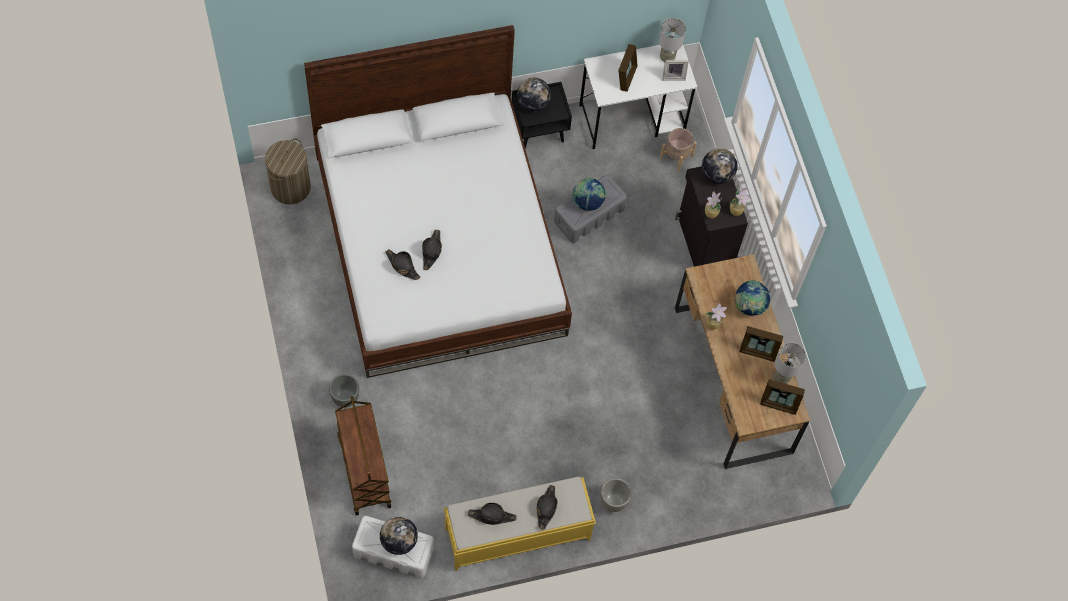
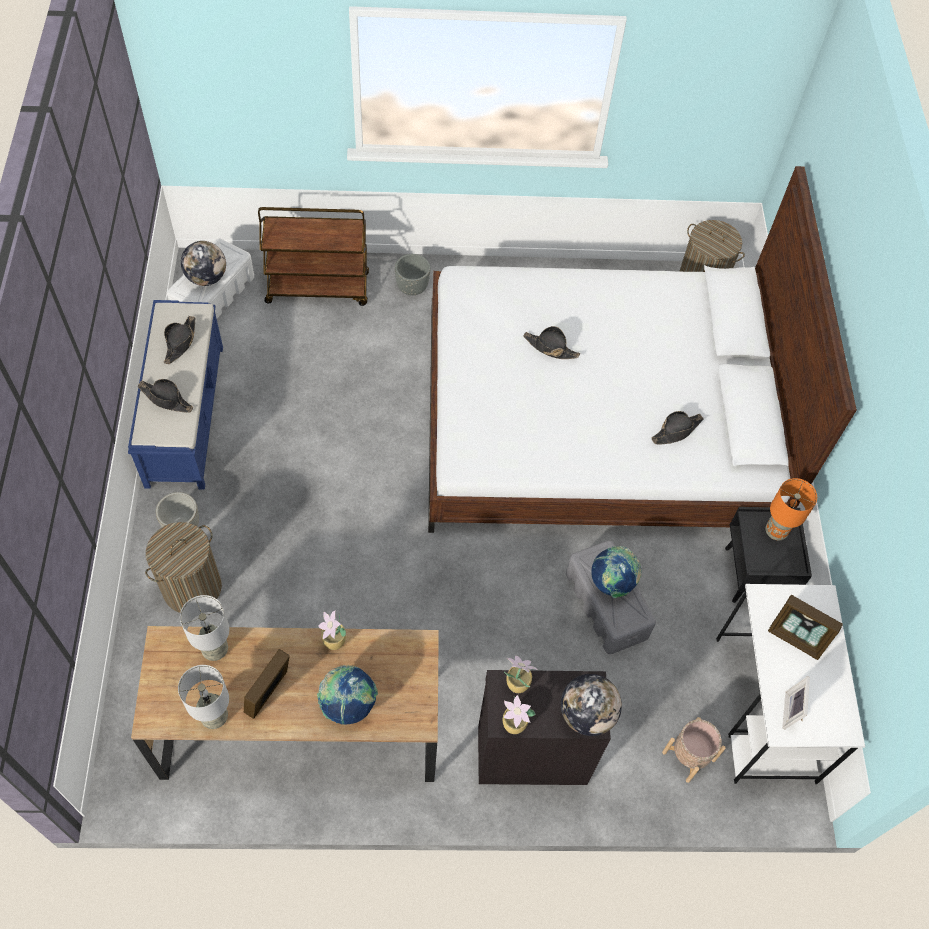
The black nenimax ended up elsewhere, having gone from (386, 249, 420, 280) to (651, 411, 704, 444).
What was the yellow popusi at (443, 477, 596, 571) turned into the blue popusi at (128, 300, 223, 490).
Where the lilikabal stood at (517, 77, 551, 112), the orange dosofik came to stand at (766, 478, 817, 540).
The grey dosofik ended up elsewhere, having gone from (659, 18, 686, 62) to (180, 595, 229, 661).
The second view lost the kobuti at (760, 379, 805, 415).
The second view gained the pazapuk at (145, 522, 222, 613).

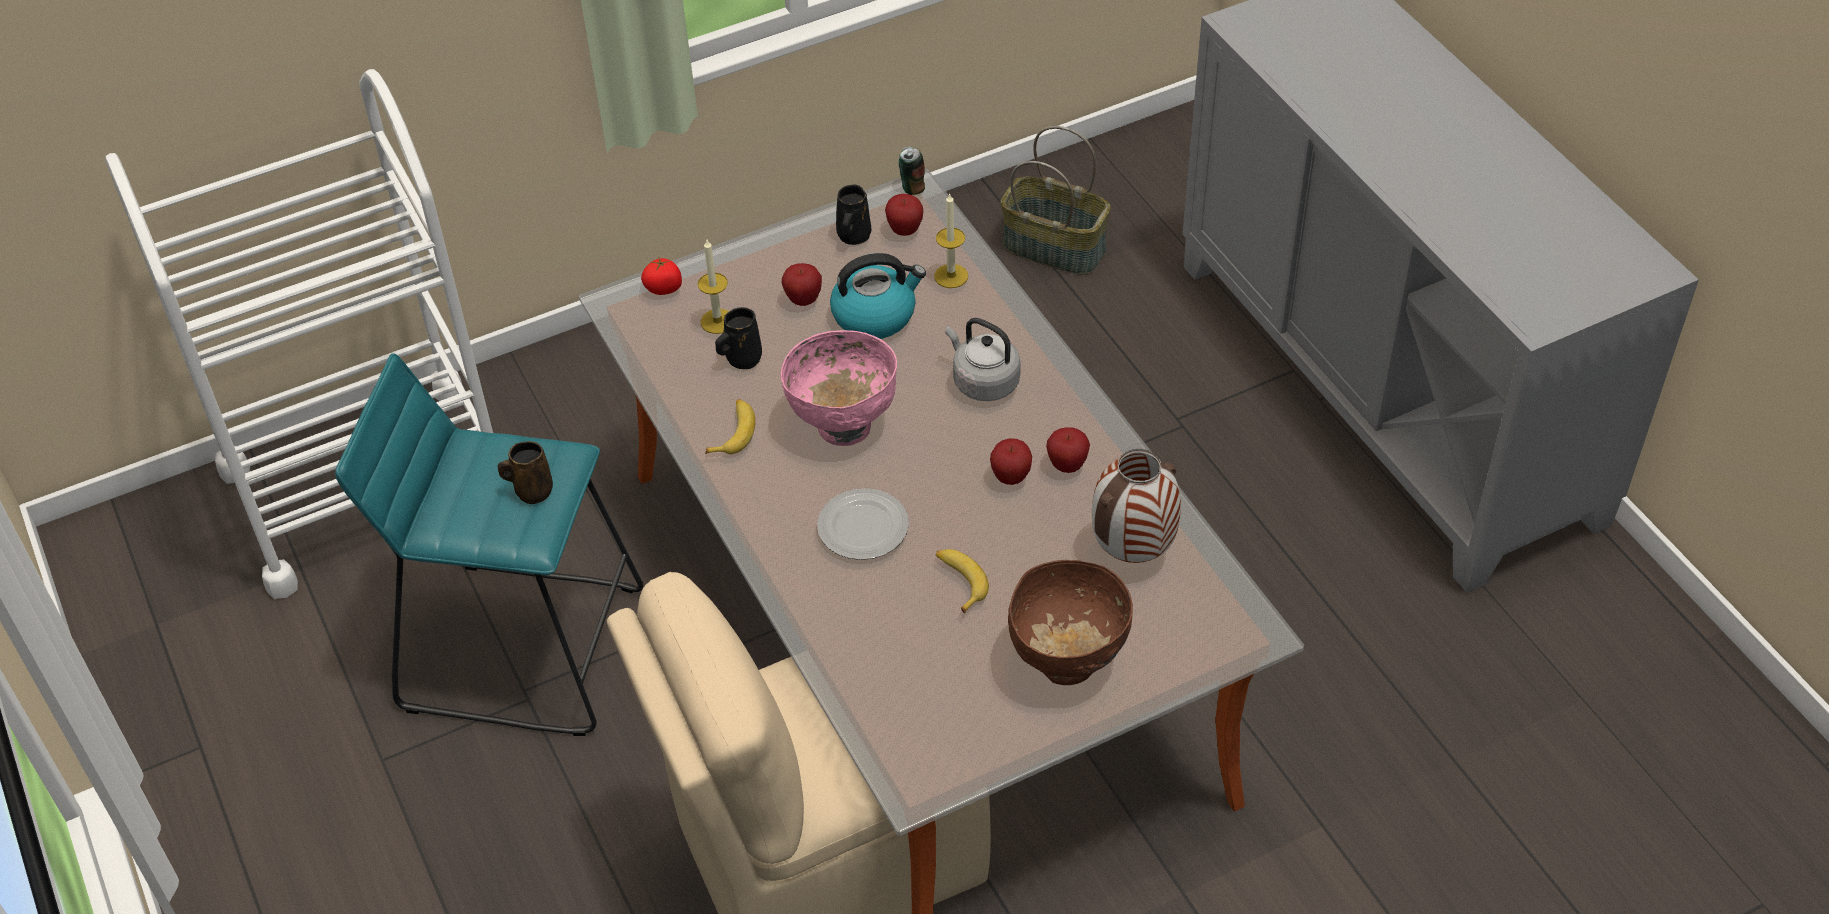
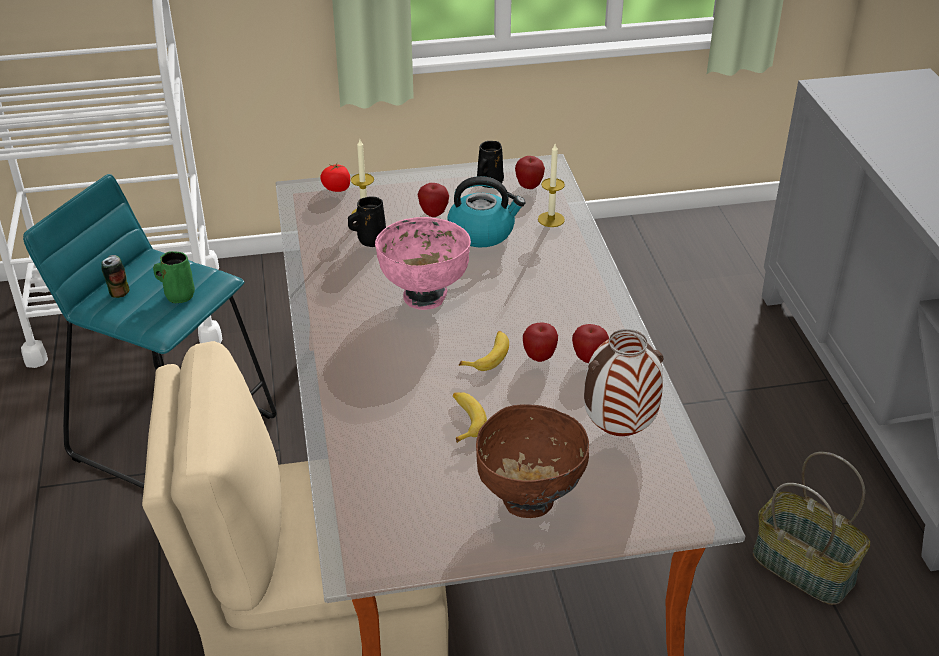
What was the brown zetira at (498, 441, 553, 504) turned into the green zetira at (153, 251, 195, 303).
The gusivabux ended up elsewhere, having gone from (705, 399, 755, 454) to (459, 331, 509, 371).
The second view lost the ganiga at (817, 488, 909, 560).
The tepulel ended up elsewhere, having gone from (899, 146, 925, 195) to (101, 255, 130, 298).
The second view lost the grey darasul at (945, 318, 1021, 401).
The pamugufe ended up elsewhere, having gone from (1001, 126, 1111, 275) to (753, 452, 870, 605).

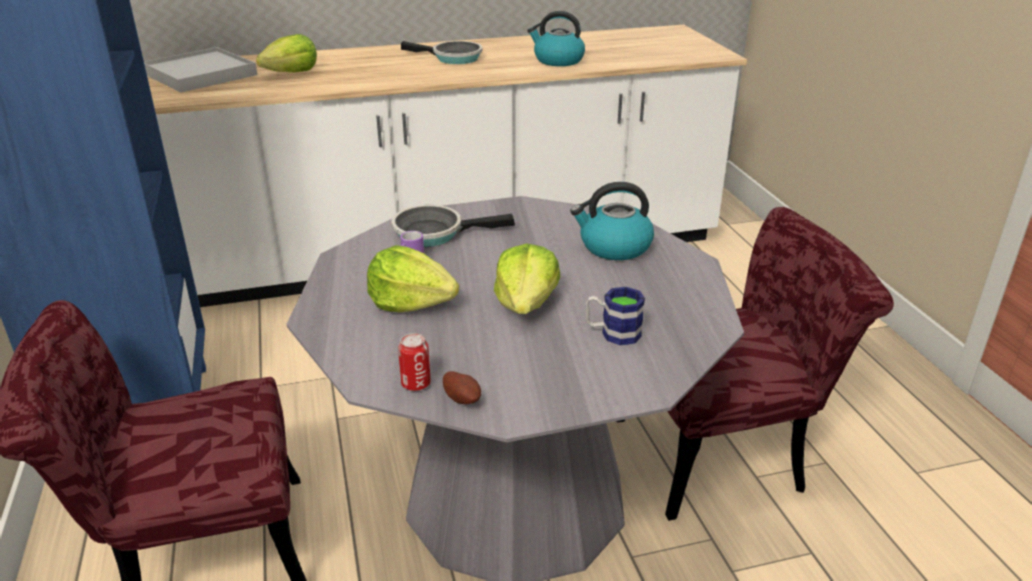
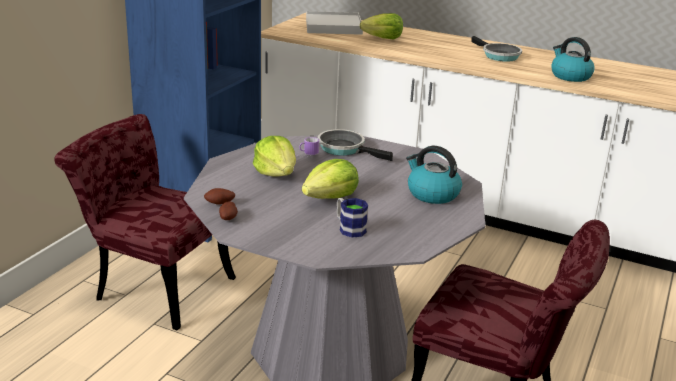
Where the tepulel stood at (398, 333, 431, 391), the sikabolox came to stand at (204, 188, 235, 205).

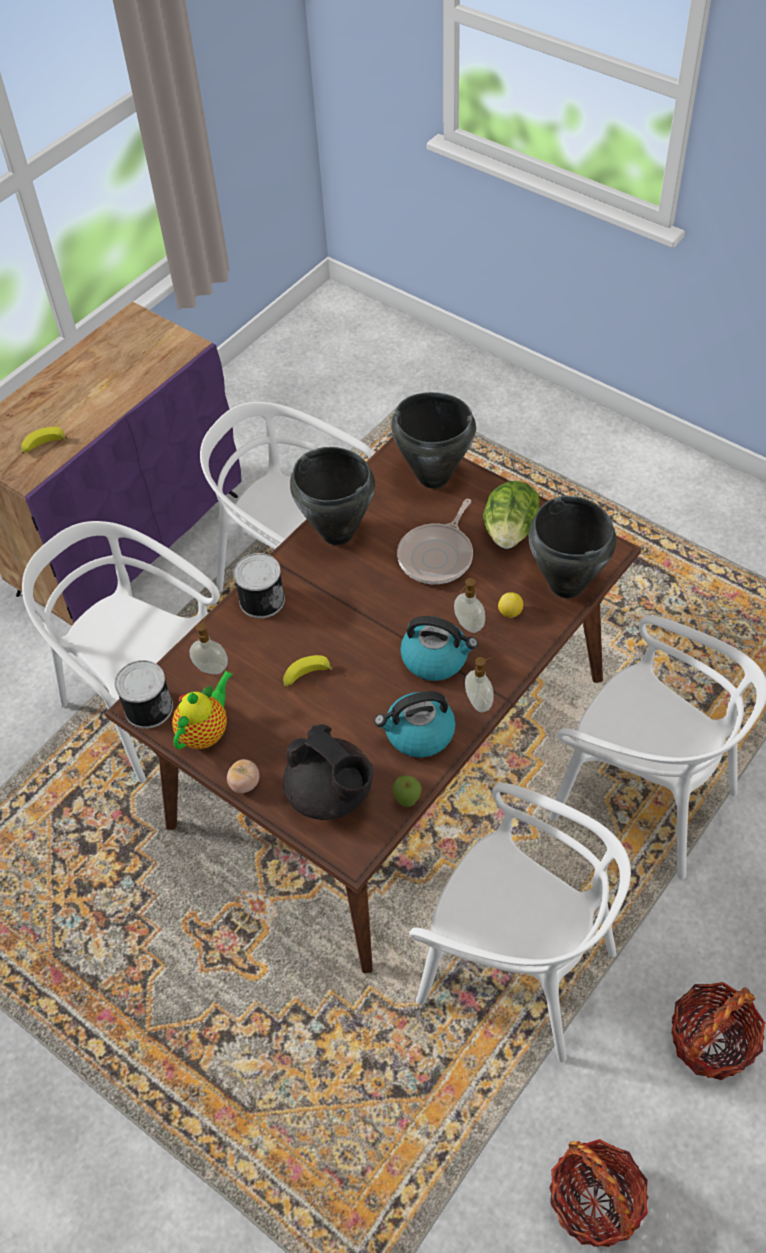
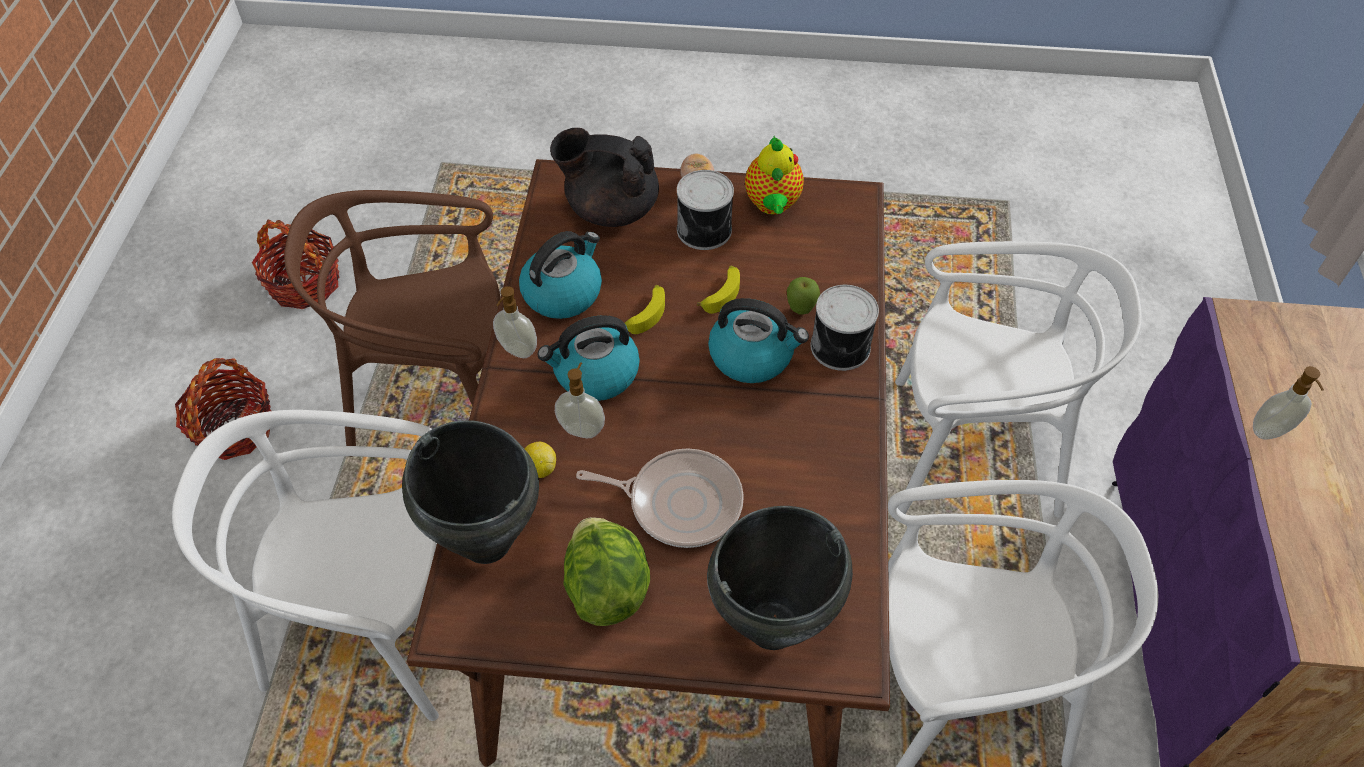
The gusivabux ended up elsewhere, having gone from (21, 427, 67, 453) to (625, 285, 665, 334).
The tepulel ended up elsewhere, having gone from (115, 660, 173, 729) to (677, 170, 734, 250).
The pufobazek ended up elsewhere, having gone from (189, 618, 228, 674) to (1253, 366, 1324, 439).
The second view lost the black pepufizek at (290, 447, 375, 545).
The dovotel ended up elsewhere, having gone from (392, 775, 422, 807) to (787, 277, 820, 315).
The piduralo at (397, 499, 473, 584) ended up facing another way, 105 degrees clockwise from before.
What was the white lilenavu at (409, 783, 631, 1062) turned into the brown lilenavu at (284, 190, 500, 457).
The second view gained the darasul at (708, 298, 809, 383).

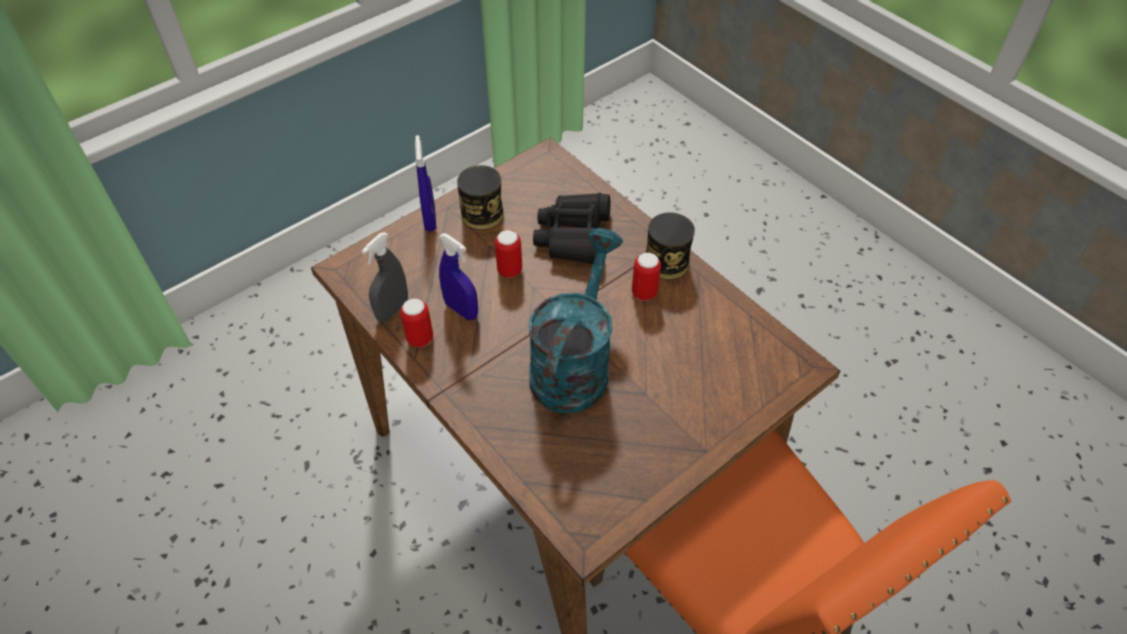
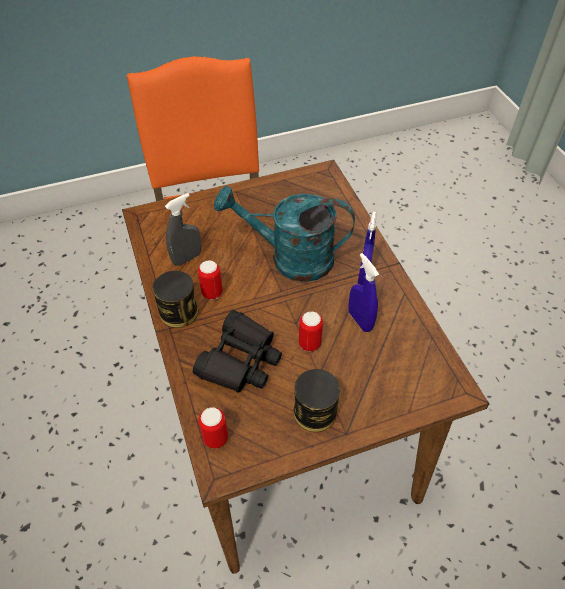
The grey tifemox ended up elsewhere, having gone from (362, 232, 408, 323) to (165, 193, 201, 266).
The tepulel ended up elsewhere, having gone from (400, 298, 433, 347) to (199, 407, 228, 449).
The blue tifemox ended up elsewhere, having gone from (415, 135, 436, 231) to (358, 211, 377, 285).
The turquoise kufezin at (529, 228, 623, 413) ended up facing another way, 60 degrees clockwise from before.

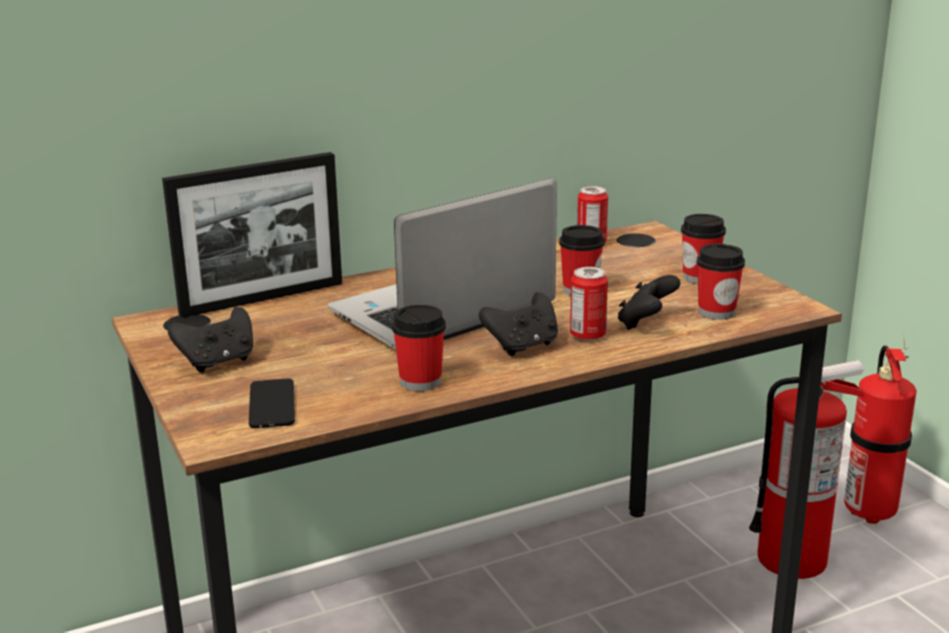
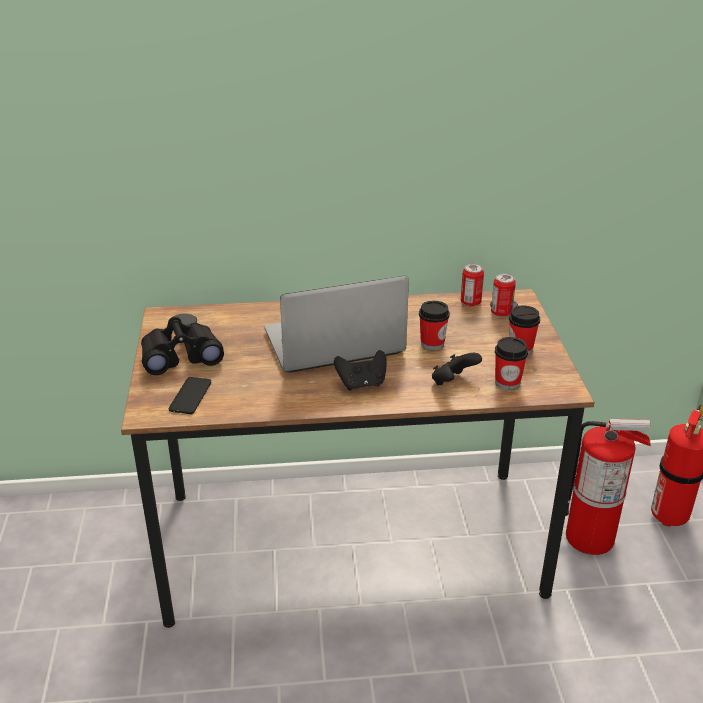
The second view lost the kobuti at (162, 152, 342, 318).
Where the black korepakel stood at (168, 307, 253, 373), the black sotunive came to stand at (141, 317, 224, 375).
The second view lost the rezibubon at (392, 305, 446, 391).
The tepulel ended up elsewhere, having gone from (570, 267, 608, 341) to (491, 274, 516, 317).

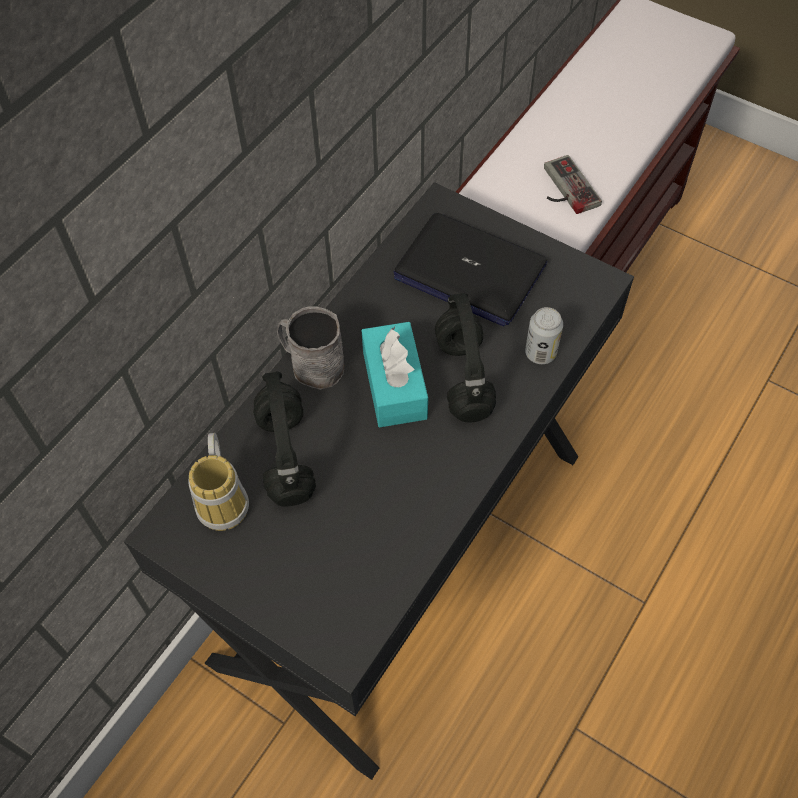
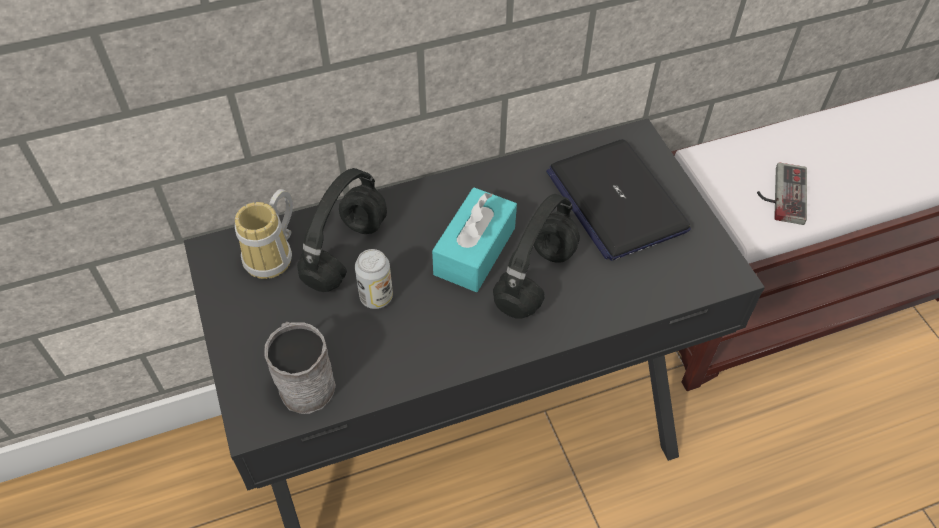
The grey zetira ended up elsewhere, having gone from (277, 306, 344, 390) to (264, 322, 336, 414).
The tepulel ended up elsewhere, having gone from (525, 307, 563, 364) to (355, 249, 393, 309).

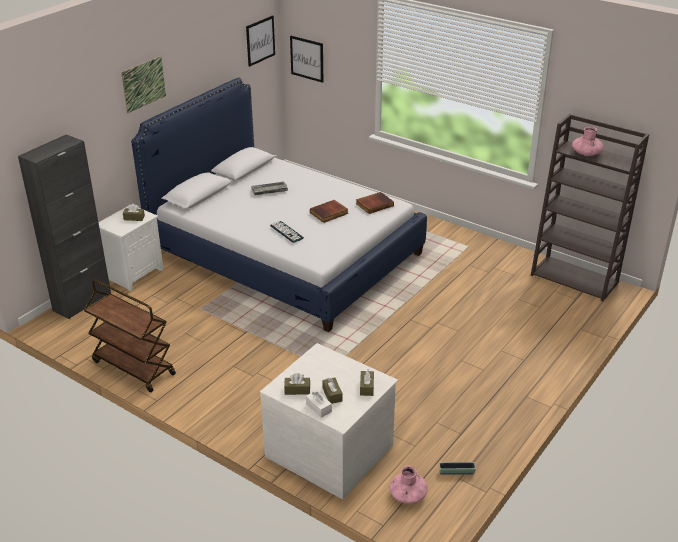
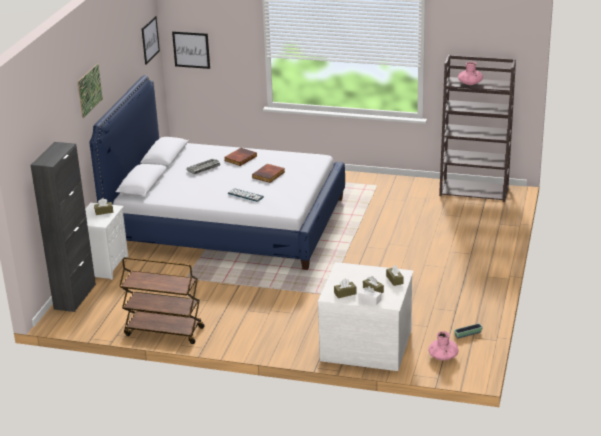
The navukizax ended up elsewhere, having gone from (356, 192, 394, 214) to (224, 148, 257, 166).

